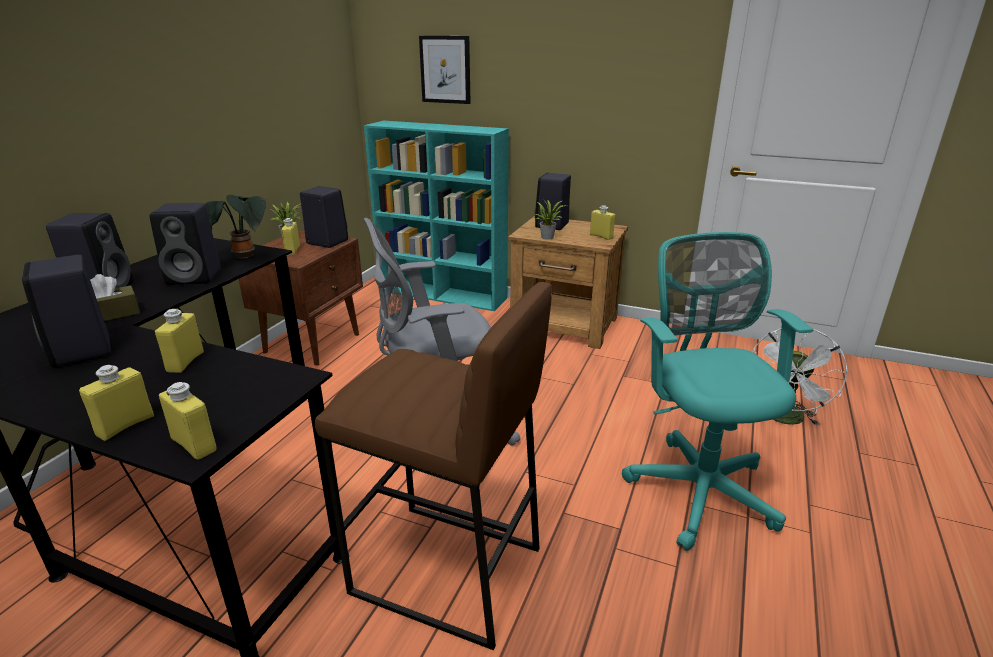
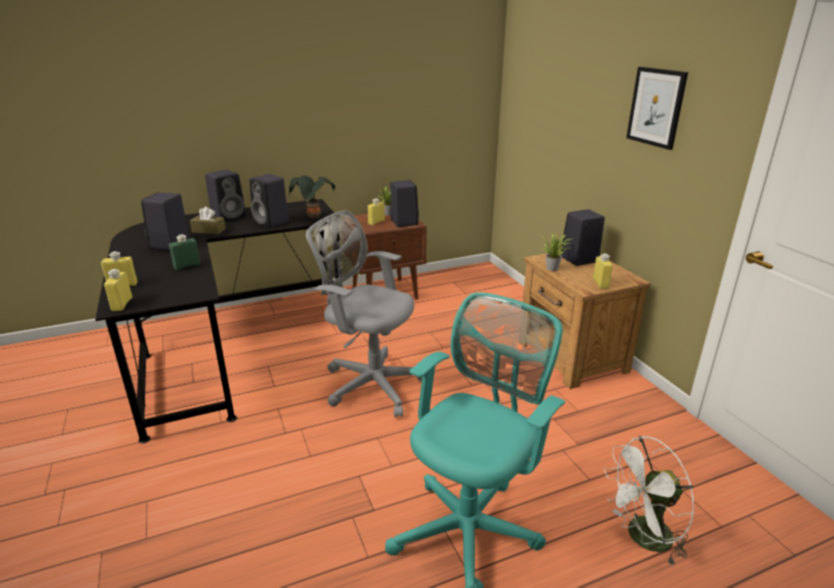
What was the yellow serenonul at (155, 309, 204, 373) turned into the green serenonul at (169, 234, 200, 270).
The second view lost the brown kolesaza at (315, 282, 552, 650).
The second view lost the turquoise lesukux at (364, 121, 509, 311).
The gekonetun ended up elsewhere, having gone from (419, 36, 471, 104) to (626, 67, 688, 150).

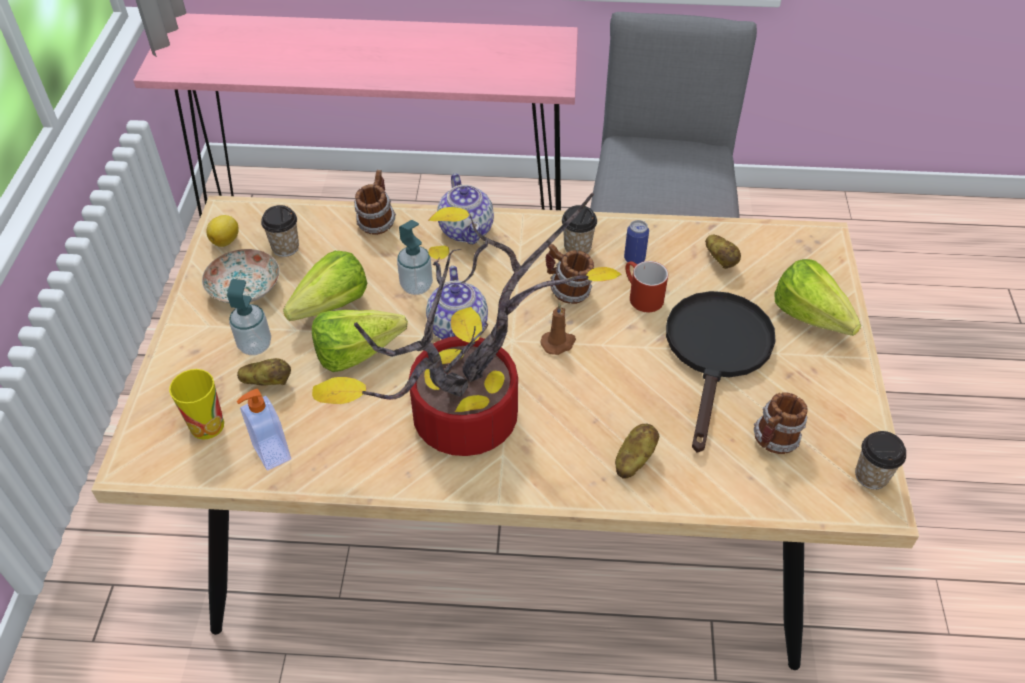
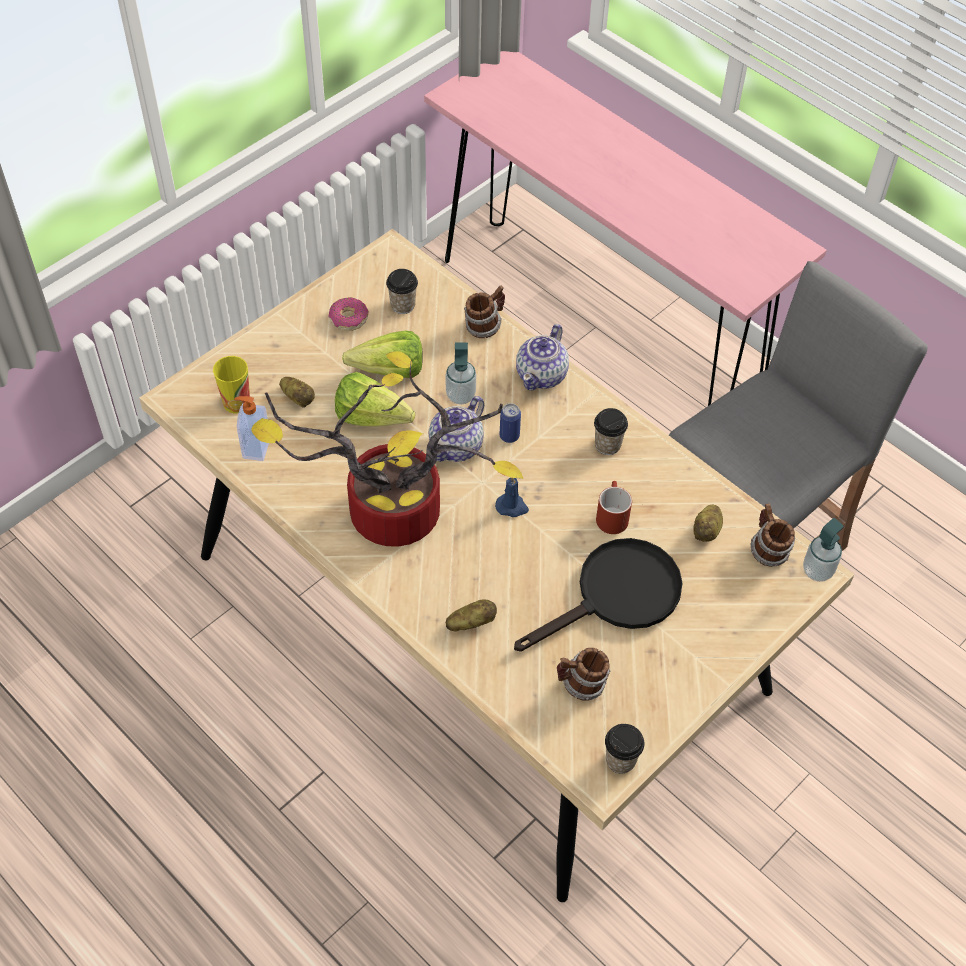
Where the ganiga stood at (202, 249, 280, 304), the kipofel came to stand at (328, 298, 369, 331).
The second view lost the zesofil at (206, 215, 239, 247).
The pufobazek ended up elsewhere, having gone from (227, 279, 271, 355) to (803, 518, 843, 582).
What was the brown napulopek at (540, 303, 576, 355) turned into the blue napulopek at (495, 478, 529, 517).
The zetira ended up elsewhere, having gone from (545, 244, 594, 304) to (751, 503, 796, 567).
The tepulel ended up elsewhere, having gone from (624, 220, 649, 264) to (500, 403, 521, 443).
The second view lost the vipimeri at (775, 259, 861, 336).

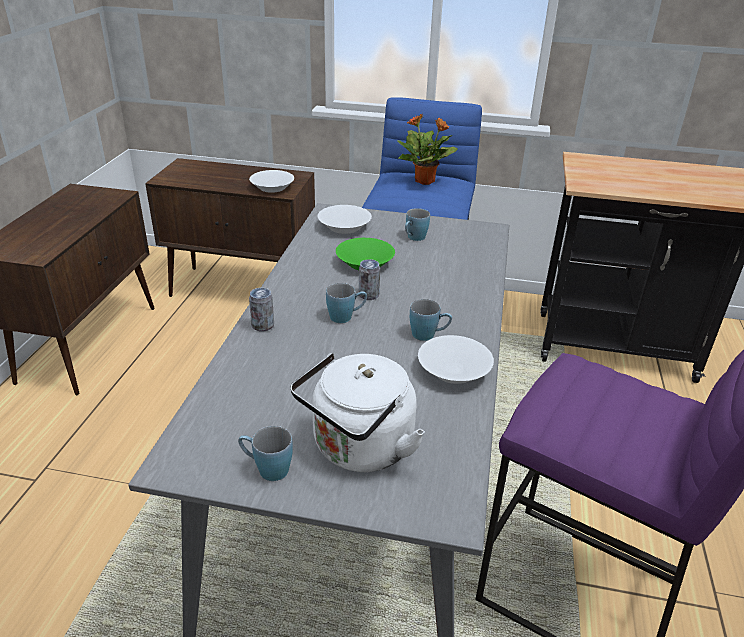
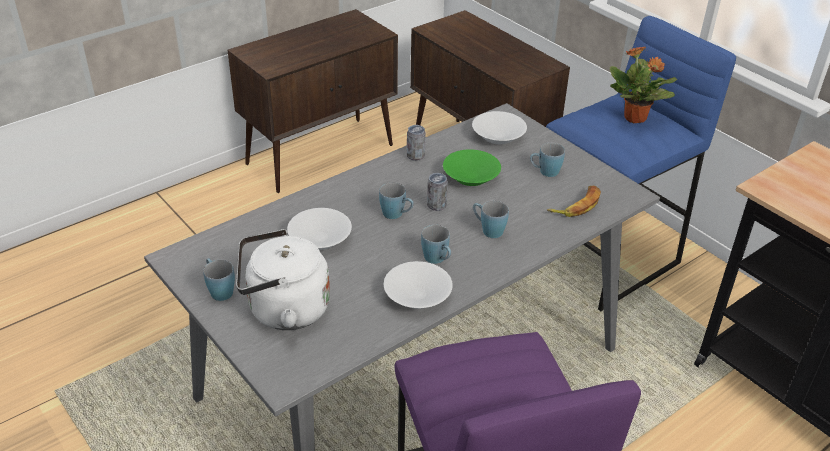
The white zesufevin ended up elsewhere, having gone from (249, 170, 294, 193) to (287, 208, 352, 250).
The tepulel ended up elsewhere, having gone from (249, 288, 274, 332) to (407, 125, 426, 161).
The second view gained the blue zetira at (473, 201, 509, 238).
The second view gained the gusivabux at (547, 186, 601, 217).

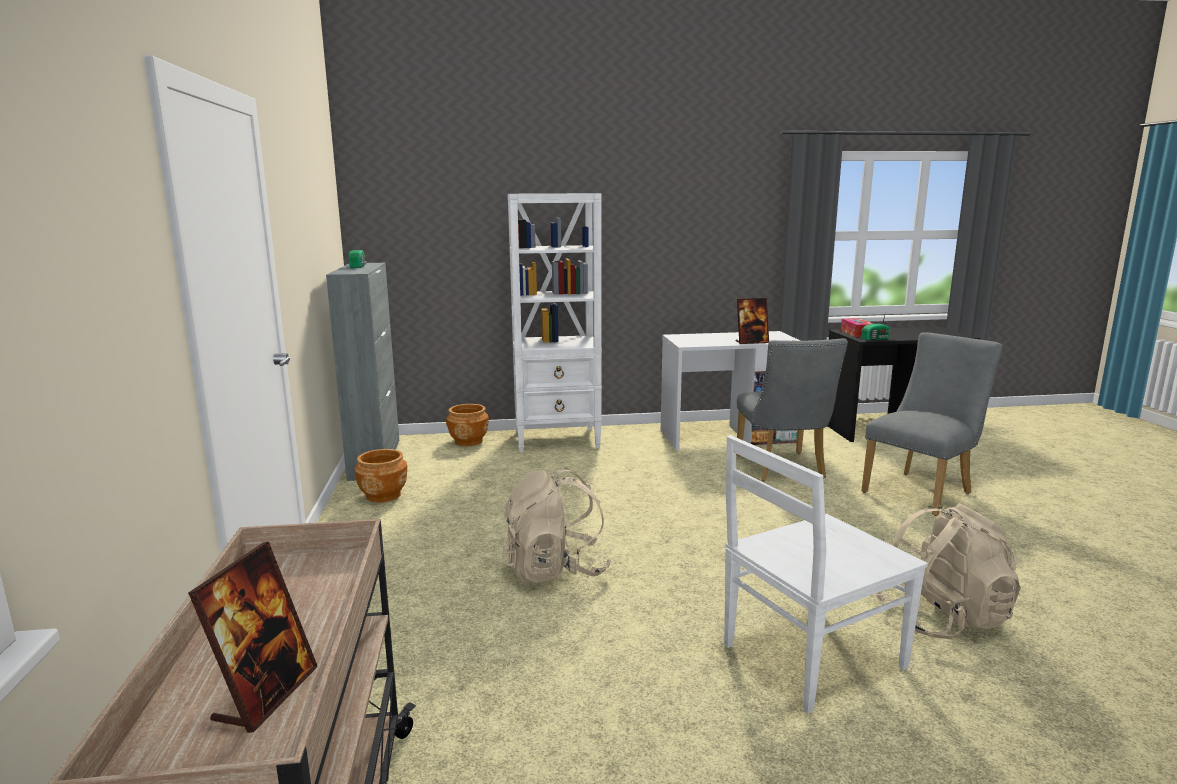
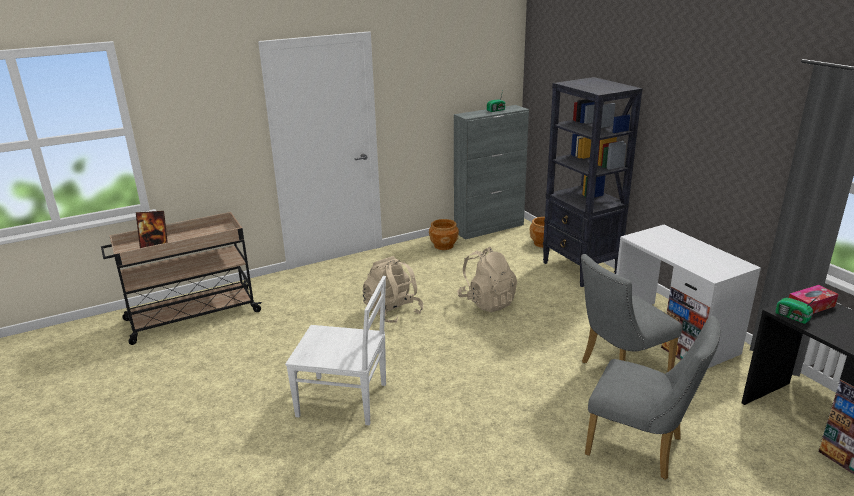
What was the white lesukux at (508, 193, 602, 452) turned into the black lesukux at (543, 77, 643, 287).
The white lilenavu at (724, 435, 928, 714) ended up facing another way, 150 degrees clockwise from before.
The second view lost the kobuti at (735, 298, 769, 344).
The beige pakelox ended up elsewhere, having gone from (876, 503, 1021, 639) to (457, 247, 517, 312).

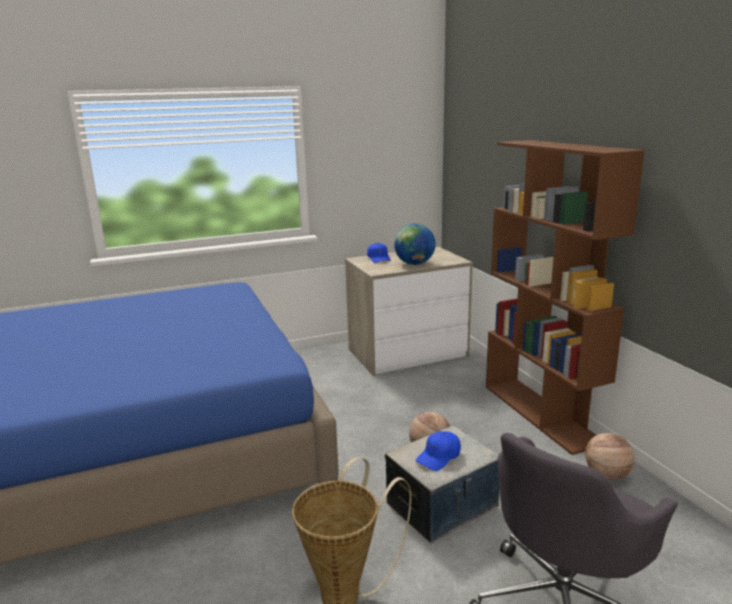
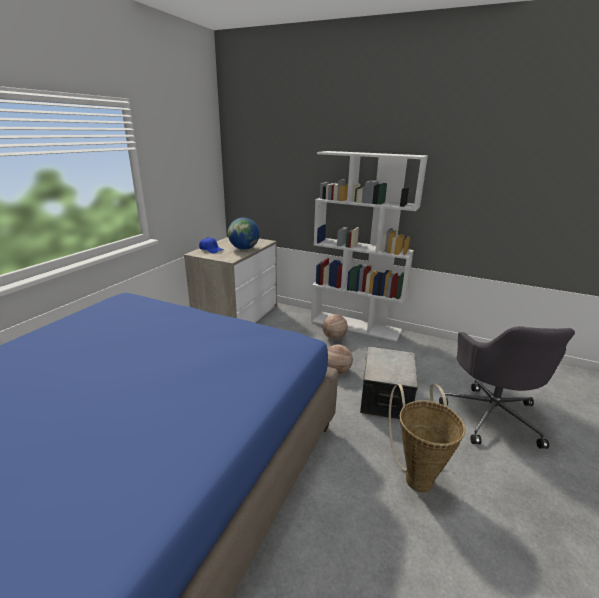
The second view lost the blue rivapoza at (416, 431, 461, 471).
What was the brown lesukux at (486, 140, 645, 455) turned into the white lesukux at (311, 151, 428, 342).
The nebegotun ended up elsewhere, having gone from (585, 433, 635, 480) to (322, 314, 348, 339).

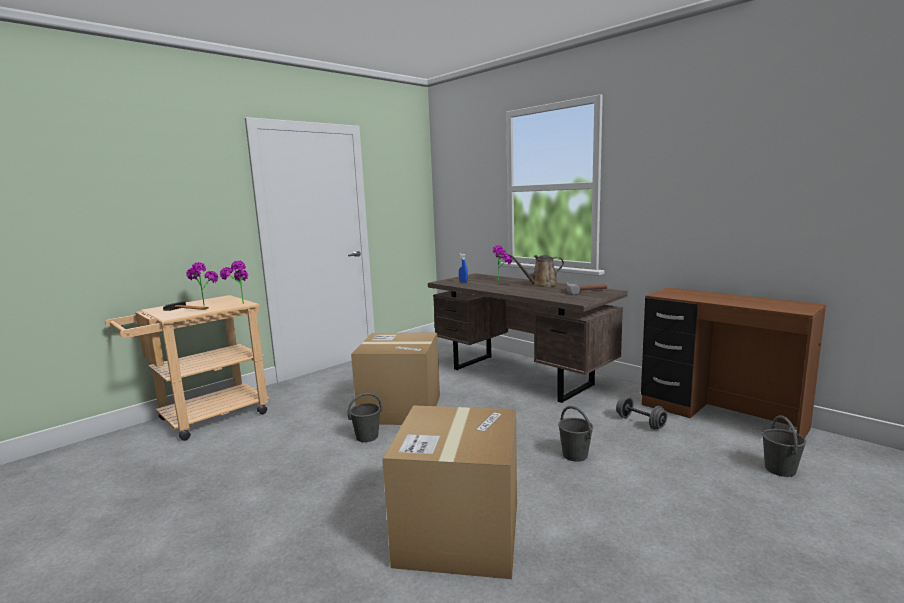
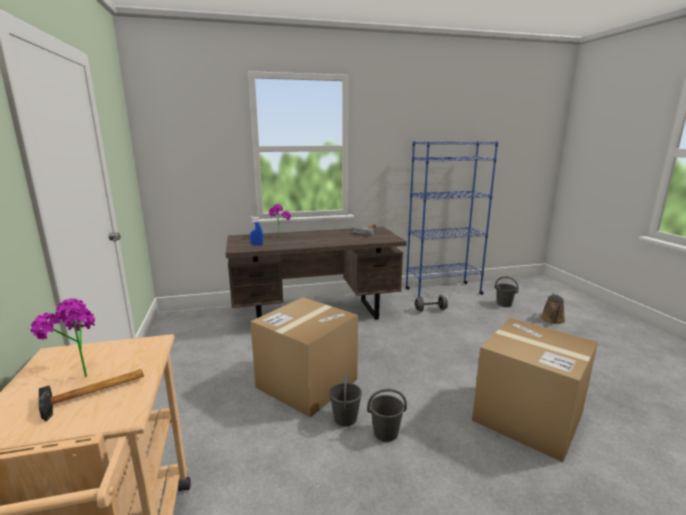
The second view lost the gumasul at (220, 261, 248, 304).
The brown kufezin ended up elsewhere, having gone from (508, 254, 564, 287) to (541, 293, 565, 324).
The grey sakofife ended up elsewhere, having gone from (558, 406, 593, 462) to (367, 389, 407, 442).
Where the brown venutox stood at (641, 288, 826, 438), the blue lesukux came to stand at (405, 141, 498, 297).

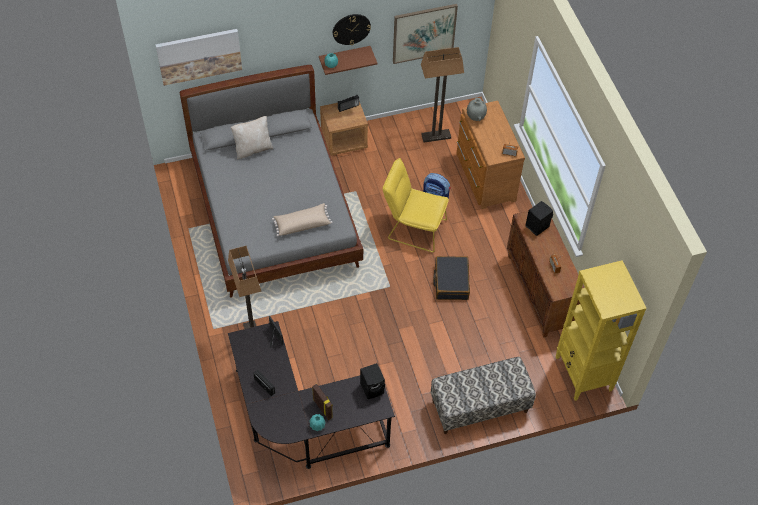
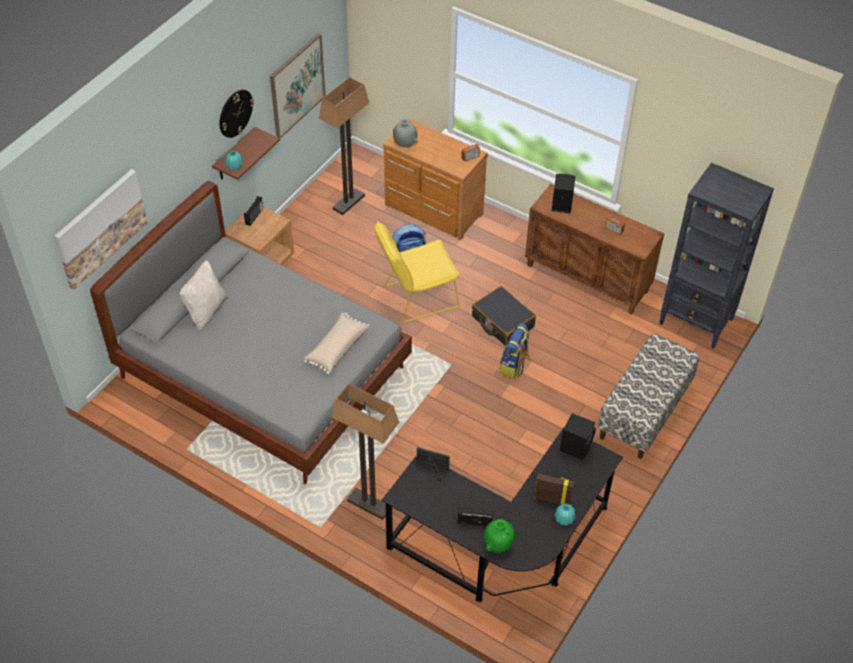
What was the yellow lesukux at (556, 260, 646, 401) turned into the black lesukux at (659, 163, 774, 349).
The second view gained the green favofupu at (484, 519, 515, 553).
The second view gained the pakelox at (500, 323, 530, 379).

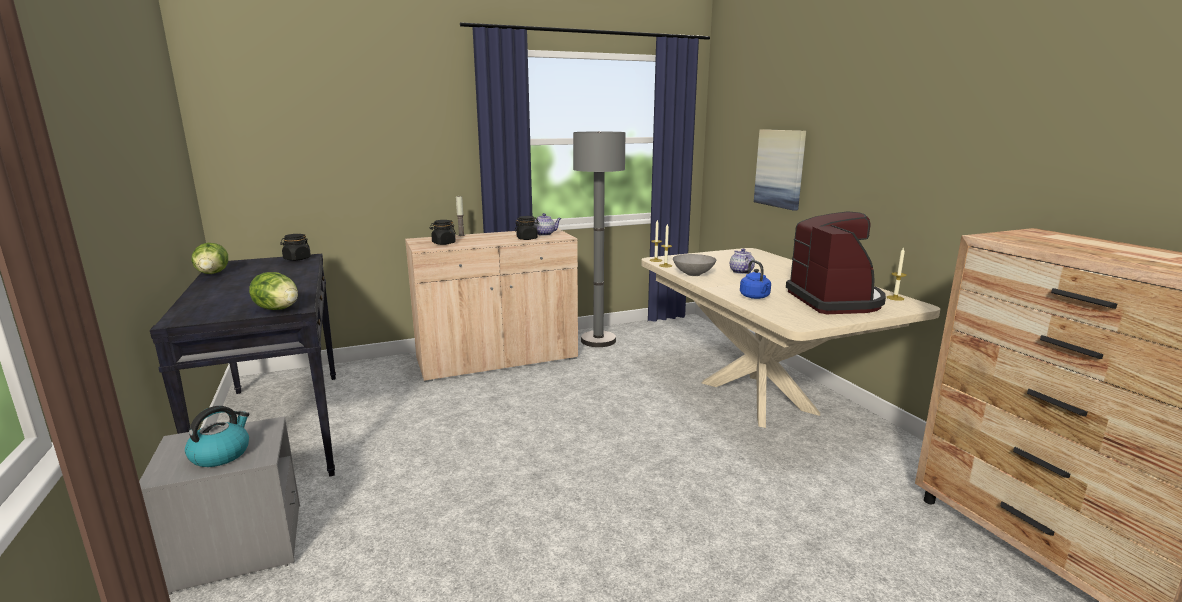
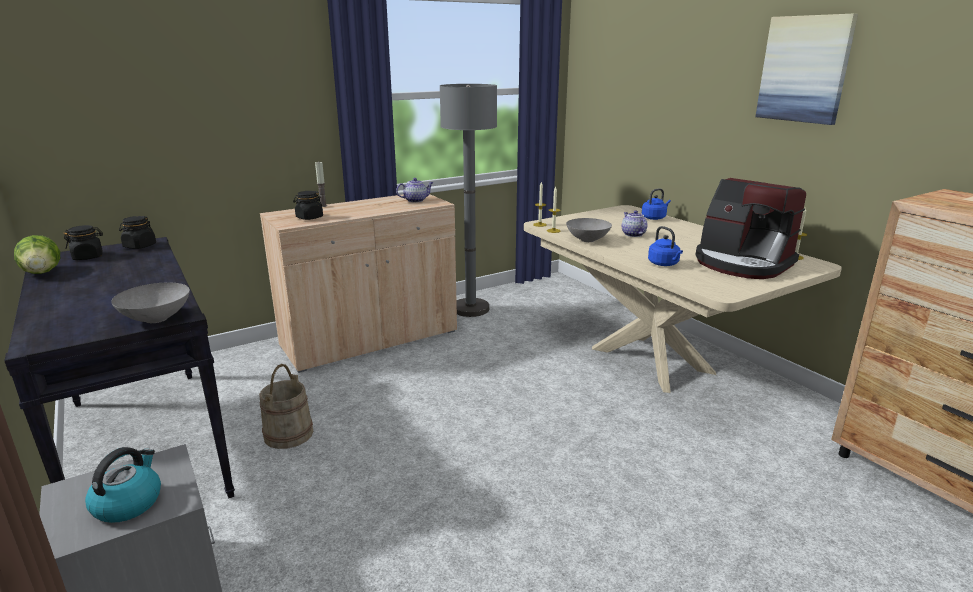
Where the vipimeri stood at (249, 272, 298, 310), the grey zesufevin came to stand at (111, 282, 190, 323).
The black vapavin ended up elsewhere, having gone from (515, 216, 539, 240) to (63, 225, 103, 260).
The gekonetun ended up elsewhere, having gone from (754, 129, 806, 211) to (755, 14, 858, 125).
The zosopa at (786, 212, 886, 314) ended up facing another way, 150 degrees clockwise from before.
The second view gained the beige sakofife at (259, 364, 313, 449).
The second view gained the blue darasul at (642, 188, 671, 220).

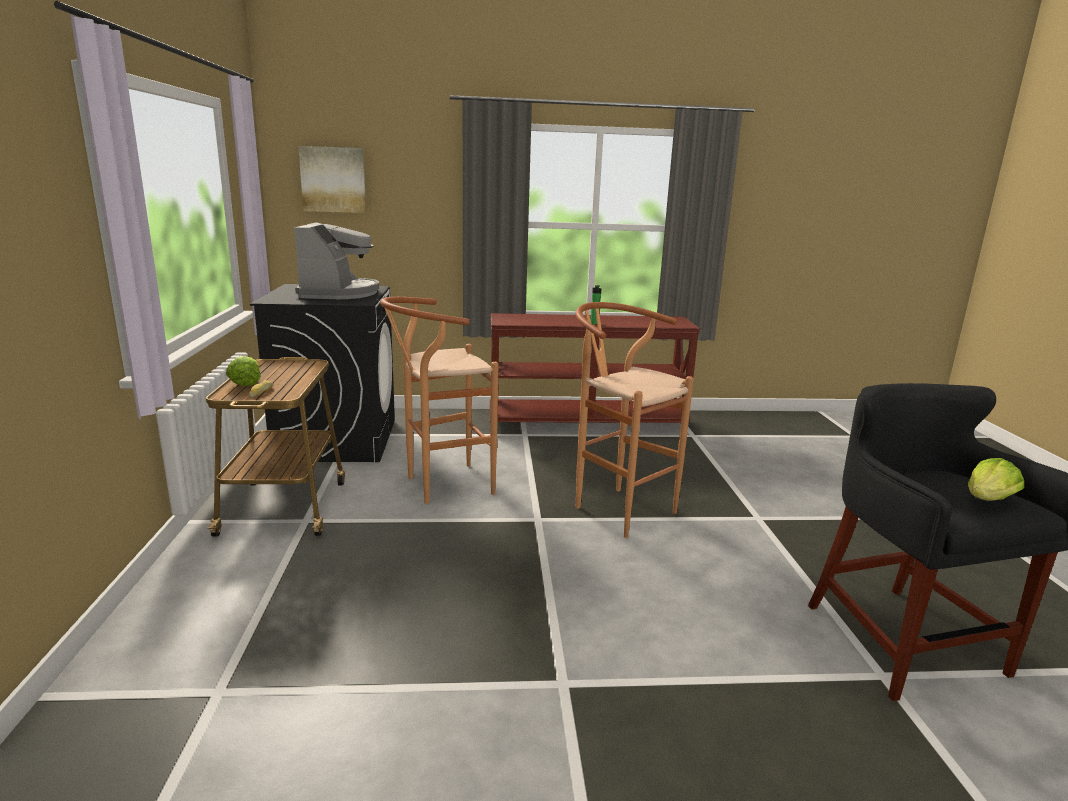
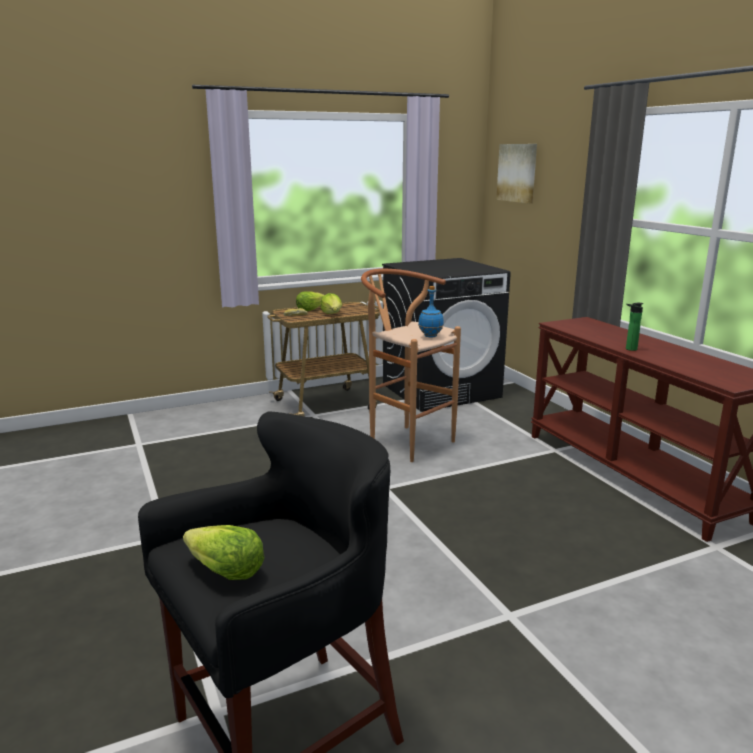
The second view lost the zosopa at (294, 222, 379, 299).
The second view lost the brown kolesaza at (576, 302, 694, 538).
The second view gained the vipimeri at (320, 293, 342, 314).
The second view gained the blue serenonul at (418, 286, 444, 337).

